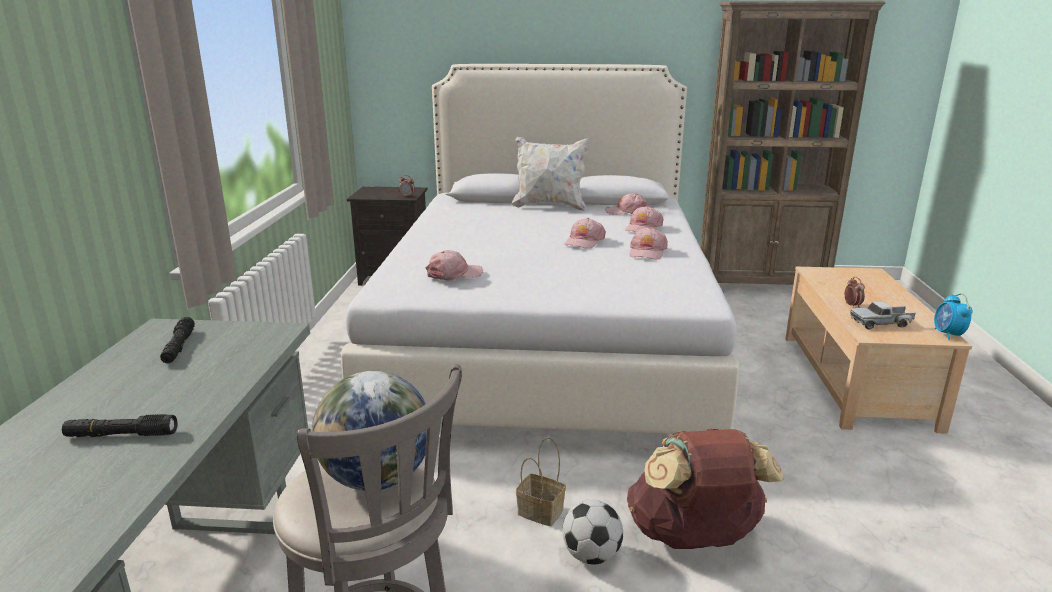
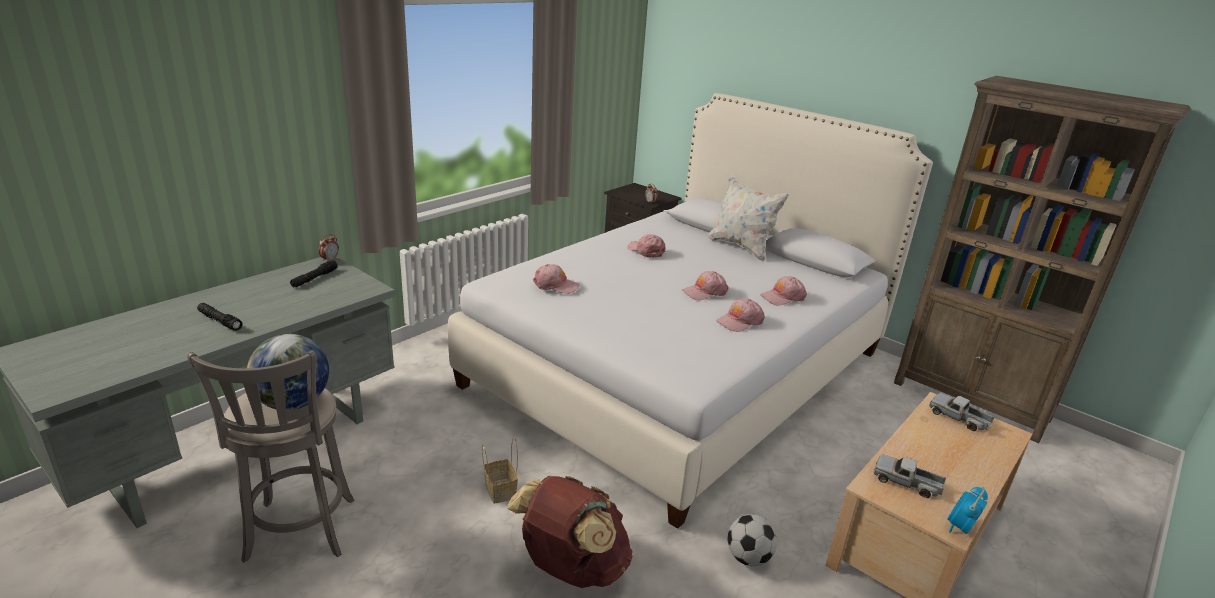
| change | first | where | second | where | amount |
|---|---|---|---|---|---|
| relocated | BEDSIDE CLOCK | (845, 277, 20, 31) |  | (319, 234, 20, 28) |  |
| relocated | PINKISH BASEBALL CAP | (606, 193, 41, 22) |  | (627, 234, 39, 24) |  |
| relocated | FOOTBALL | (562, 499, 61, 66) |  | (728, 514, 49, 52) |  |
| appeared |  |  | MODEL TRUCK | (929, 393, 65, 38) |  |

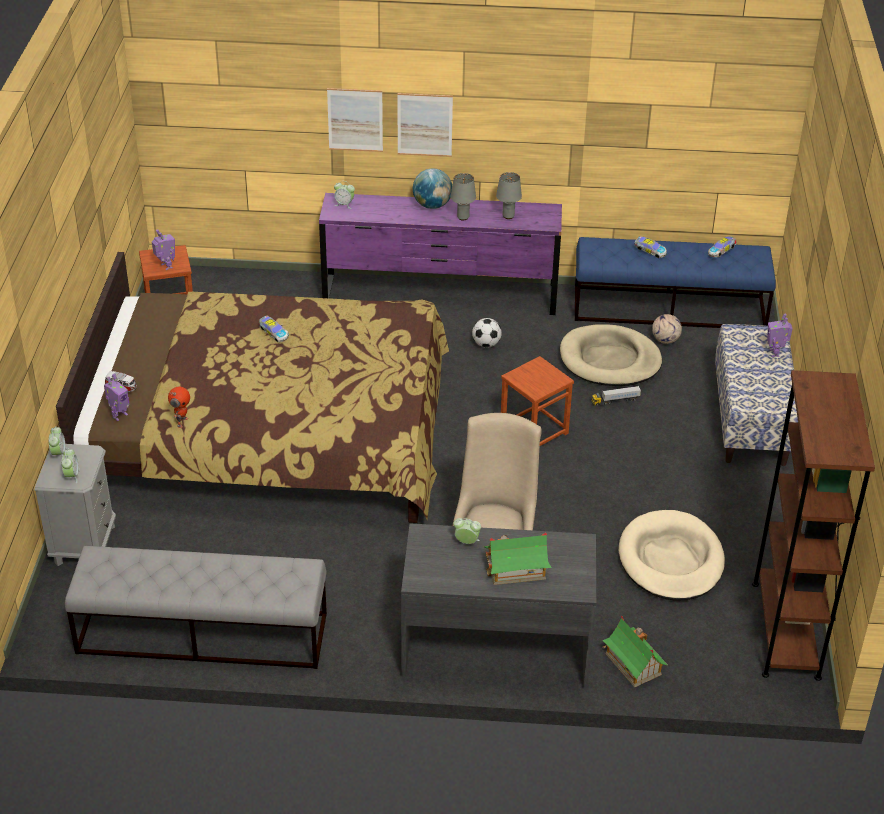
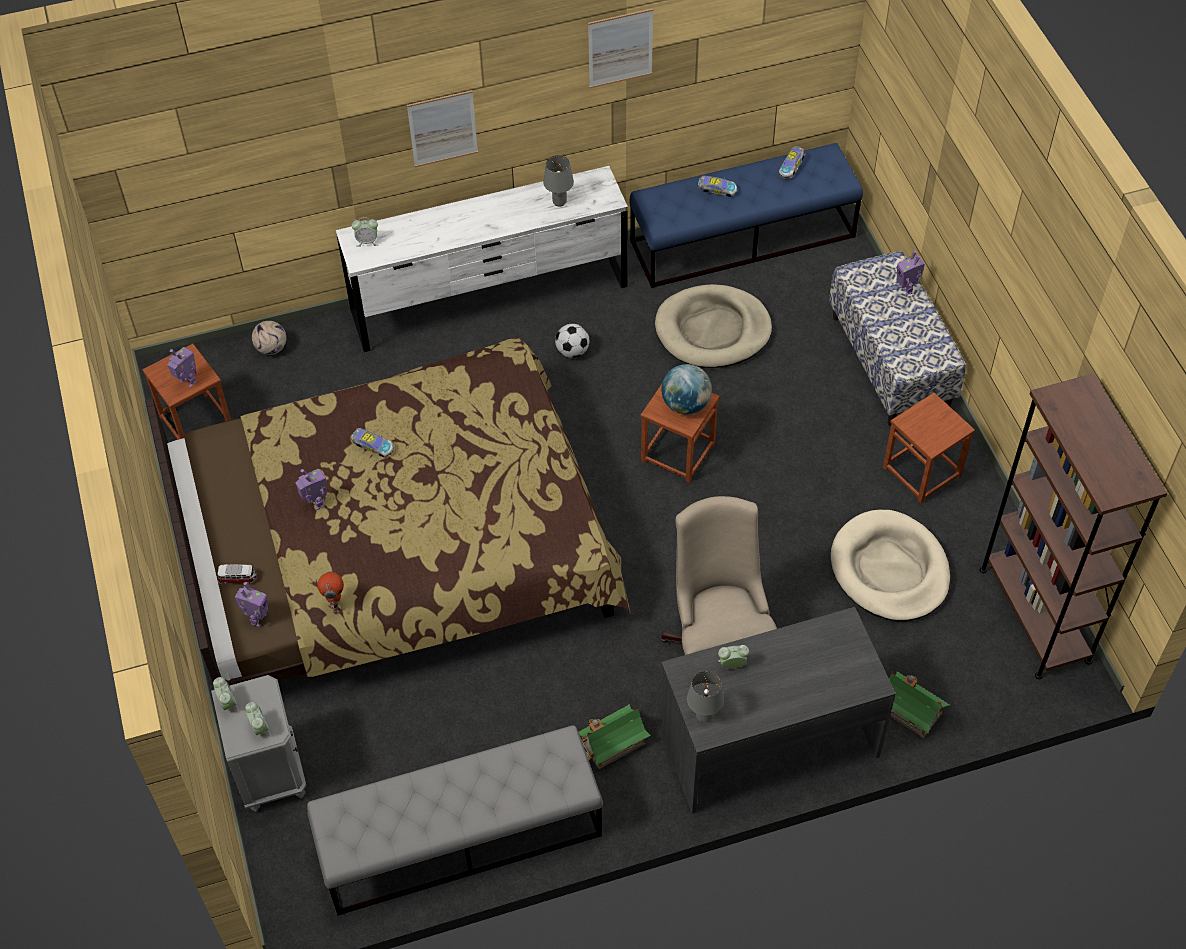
| change | first | where | second | where | amount |
|---|---|---|---|---|---|
| relocated | FOOTBALL | (652, 314, 30, 30) |  | (252, 321, 35, 34) |  |
| appeared |  |  | MODEL ROBOT | (296, 469, 31, 41) |  |
| colour | PURPLE-COLOURED CHEST OF DRAWERS | (319, 193, 243, 122) | WHITISH CHEST OF DRAWERS | (336, 166, 292, 186) |  |
| relocated | TOY HOUSE | (484, 532, 68, 53) |  | (579, 704, 72, 65) |  |
| relocated | WALL PICTURE | (327, 88, 56, 64) |  | (588, 8, 65, 80) |  |
| relocated | DESK GLOBE | (413, 169, 39, 40) |  | (661, 364, 51, 51) |  |
| relocated | GRAY TABLE LAMP | (451, 173, 25, 47) |  | (687, 671, 37, 52) |  |
| appeared |  |  | BROWN-COLOURED SITTING STOOL | (883, 393, 92, 111) |  |
| missing | MODEL TRUCK | (592, 386, 49, 20) |  |  |  |

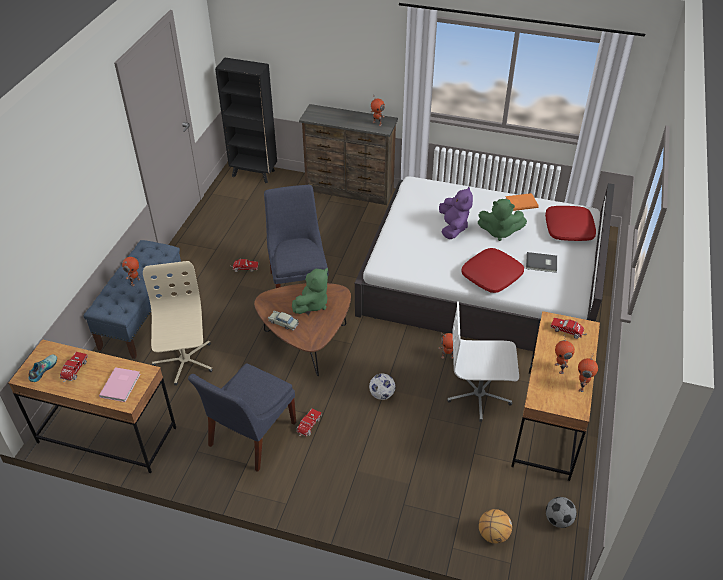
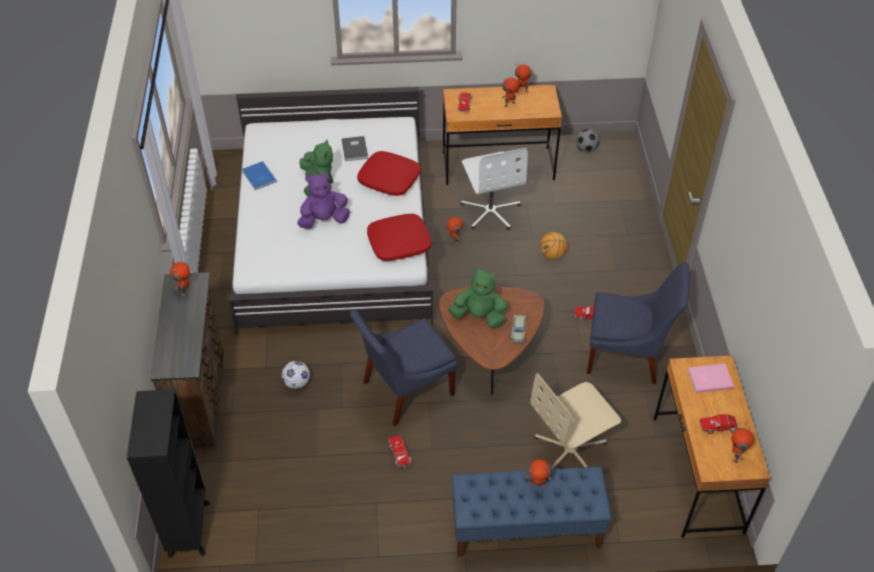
| change | first | where | second | where | amount |
|---|---|---|---|---|---|
| colour | ORANGEY BOUND BOOK | (505, 193, 34, 18) | BLUISH BOUND BOOK | (242, 161, 35, 29) |  |
| relocated | FOOTBALL | (369, 374, 26, 26) |  | (282, 361, 28, 28) |  |
| relocated | REDDISH THROW PILLOW | (545, 206, 51, 35) |  | (367, 214, 64, 47) |  |
| relocated | BALL FOR BASKETBALL | (479, 509, 33, 35) |  | (540, 232, 28, 28) |  |
| exchanged | SHOE | (28, 354, 29, 28) | MODEL ROBOT | (731, 422, 23, 41) |  |

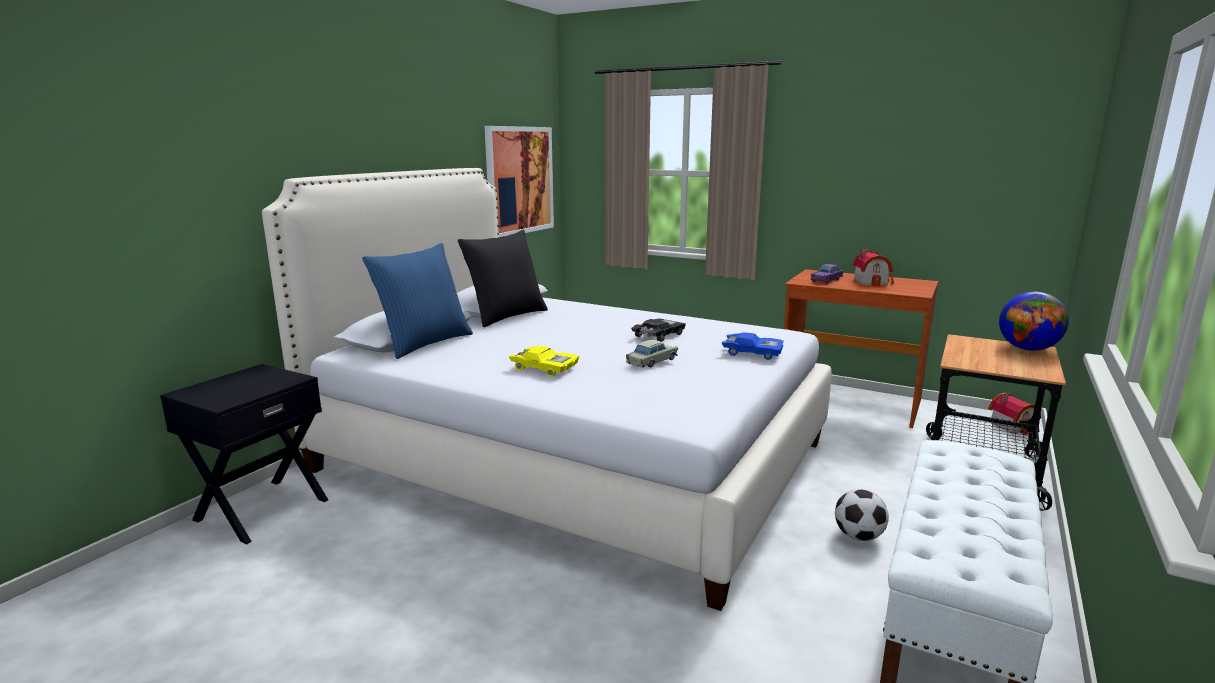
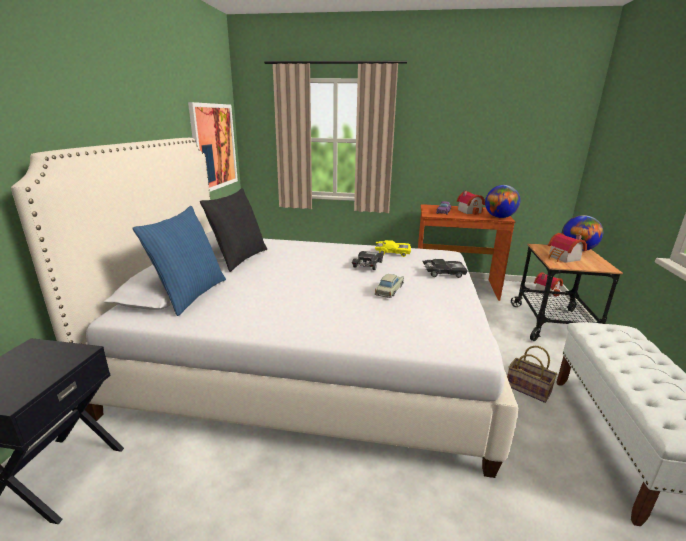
| change | first | where | second | where | amount |
|---|---|---|---|---|---|
| relocated | YELLOW TOY CAR | (509, 346, 70, 31) |  | (375, 240, 36, 17) |  |
| colour | BLUISH TOY CAR | (722, 332, 62, 28) | BLACKISH TOY CAR | (422, 259, 46, 19) |  |
| appeared |  |  | DESK GLOBE | (485, 185, 35, 33) |  |
| exchanged | FOOTBALL | (835, 489, 54, 52) | HOUSEHOLD BASKET | (507, 346, 50, 57) |  |
| appeared |  |  | TOY HOUSE | (548, 233, 39, 30) |  |

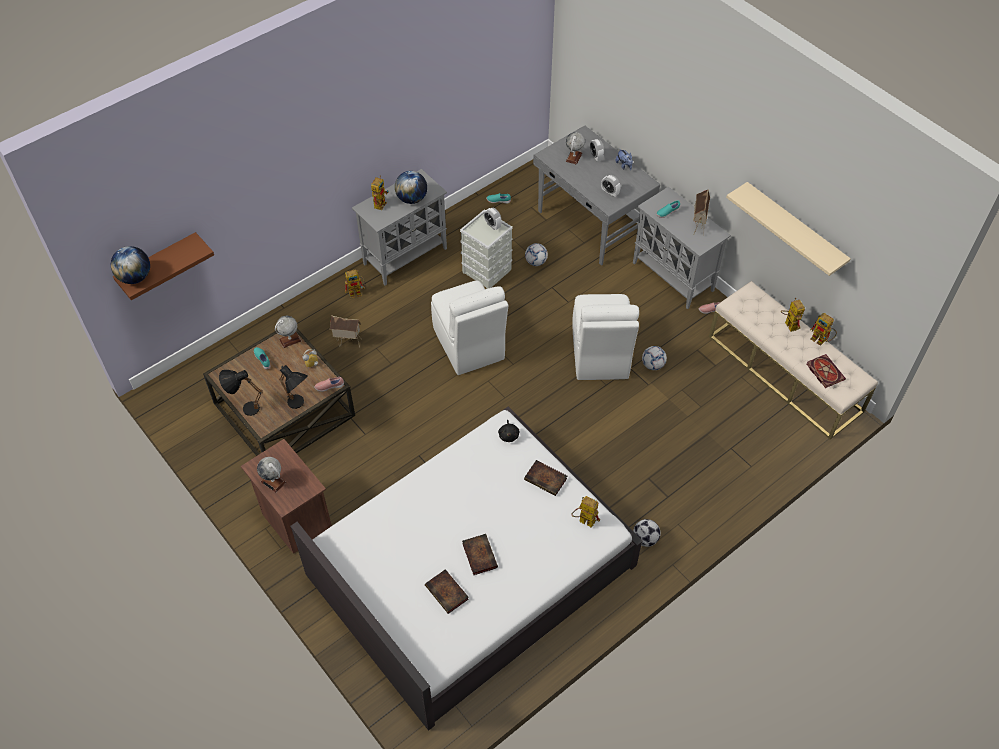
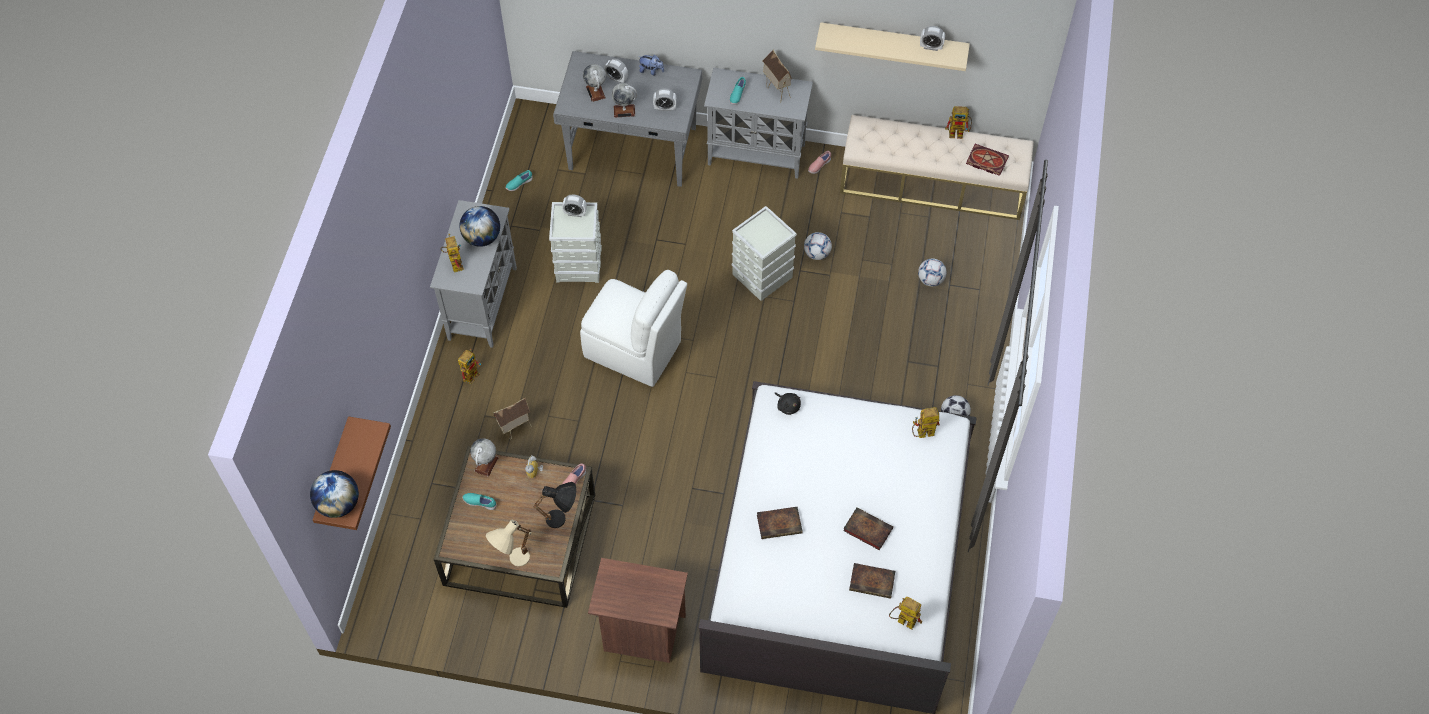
| change | first | where | second | where | amount |
|---|---|---|---|---|---|
| colour | BLACKISH TABLE LAMP | (219, 370, 44, 46) | BEIGE-COLOURED TABLE LAMP | (486, 520, 45, 47) |  |
| relocated | DESK GLOBE | (257, 457, 29, 36) |  | (612, 83, 25, 35) |  |
| exchanged | WHITISH UPRIGHT CHAIR | (572, 294, 67, 86) | GRAY STORAGE CONTAINER | (732, 206, 65, 95) |  |
| relocated | BOUND BOOK | (524, 460, 43, 36) |  | (757, 507, 46, 32) |  |
| relocated | MODEL ROBOT | (781, 298, 24, 34) |  | (889, 597, 33, 33) |  |
| relocated | FOOTBALL | (525, 243, 23, 23) |  | (918, 258, 28, 29) |  |
| appeared |  |  | BEDSIDE CLOCK | (920, 26, 25, 25) |  |

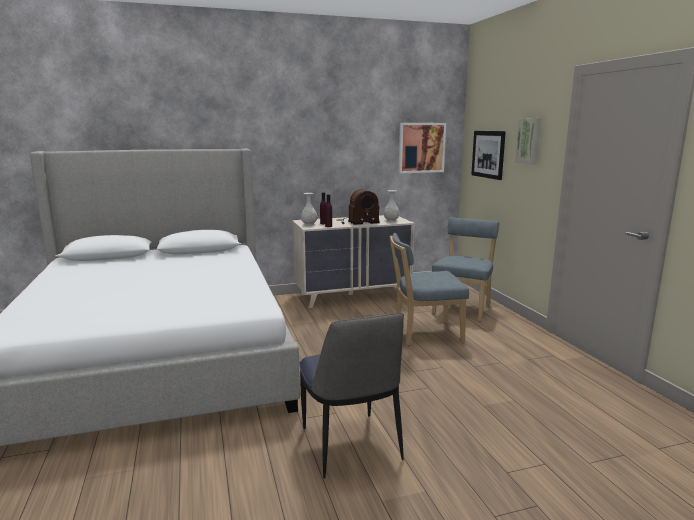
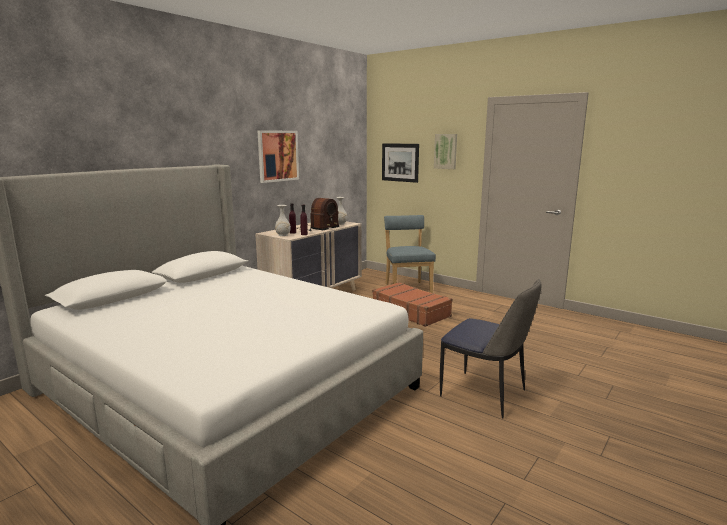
| change | first | where | second | where | amount |
|---|---|---|---|---|---|
| relocated | WALL PICTURE | (399, 123, 47, 50) |  | (257, 130, 42, 53) |  |
| exchanged | BLUISH UPRIGHT CHAIR | (390, 233, 79, 113) | BROWN-COLOURED SUITCASE | (372, 282, 81, 45) |  |

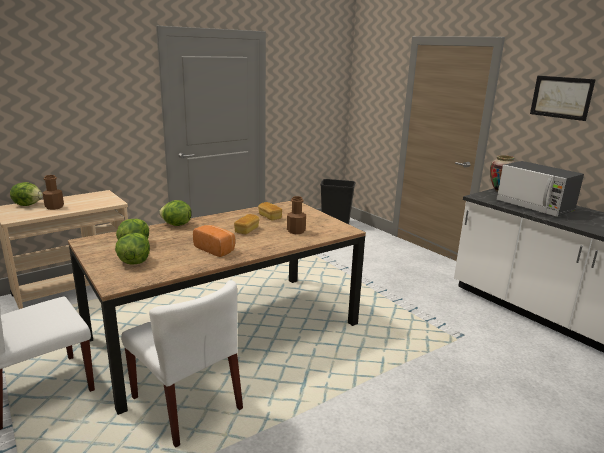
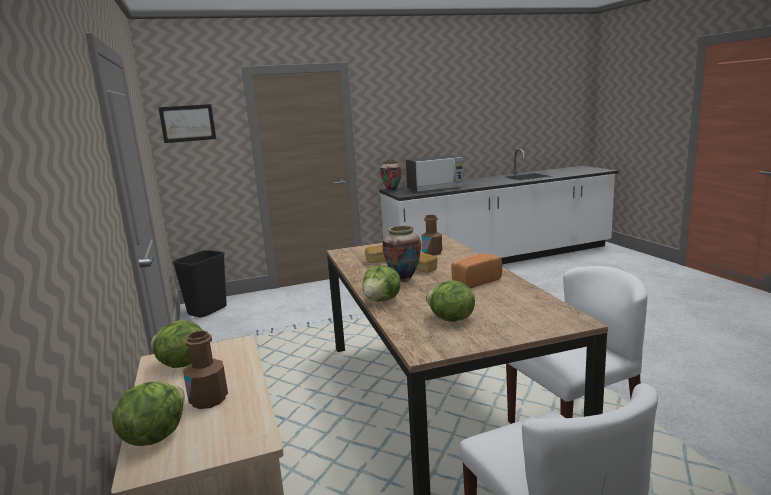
| change | first | where | second | where | amount |
|---|---|---|---|---|---|
| relocated | HEAD OF LETTUCE | (115, 233, 35, 32) |  | (151, 321, 52, 47) |  |
| relocated | WALL PICTURE | (530, 76, 66, 45) |  | (158, 104, 58, 39) |  |
| appeared |  |  | FLOWER VASE | (382, 226, 39, 56) |  |

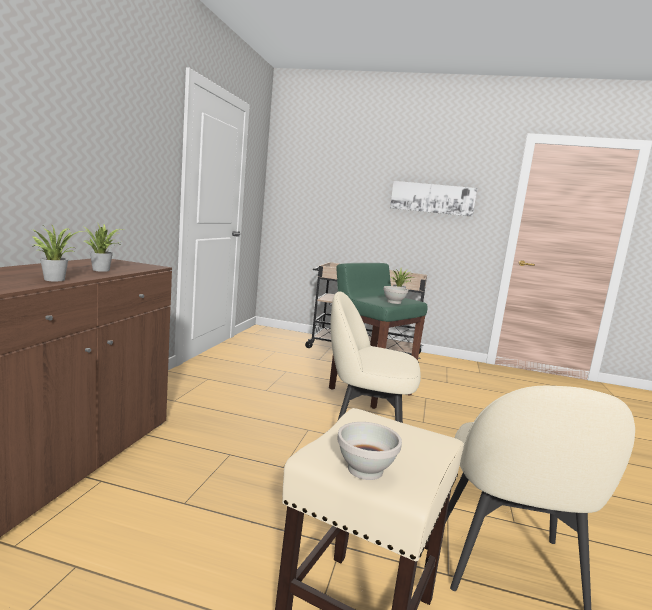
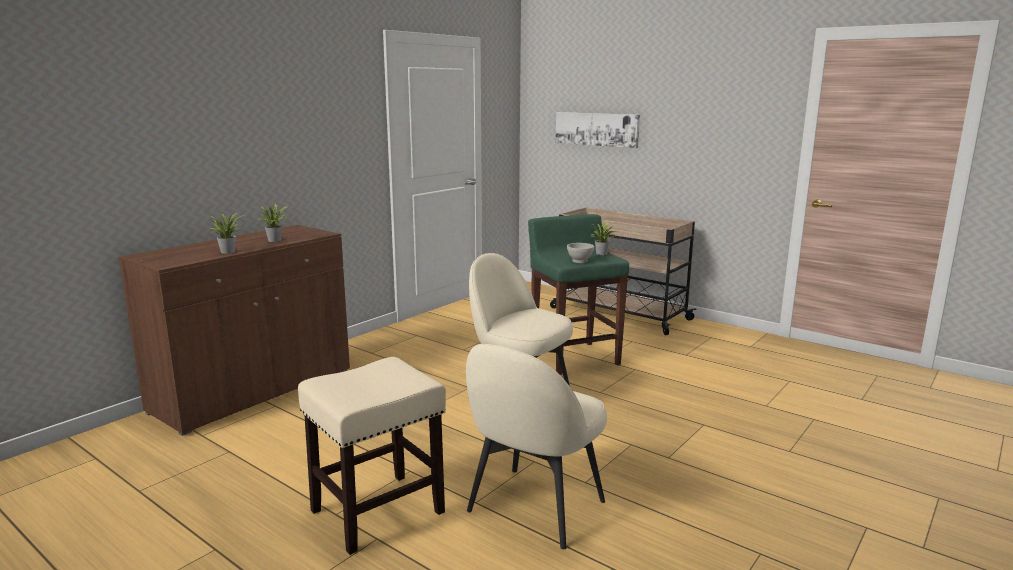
| change | first | where | second | where | amount |
|---|---|---|---|---|---|
| relocated | WALL PICTURE | (390, 181, 87, 36) |  | (556, 112, 84, 36) |  |
| missing | WHITISH SERVING BOWL | (337, 422, 65, 58) |  |  |  |

